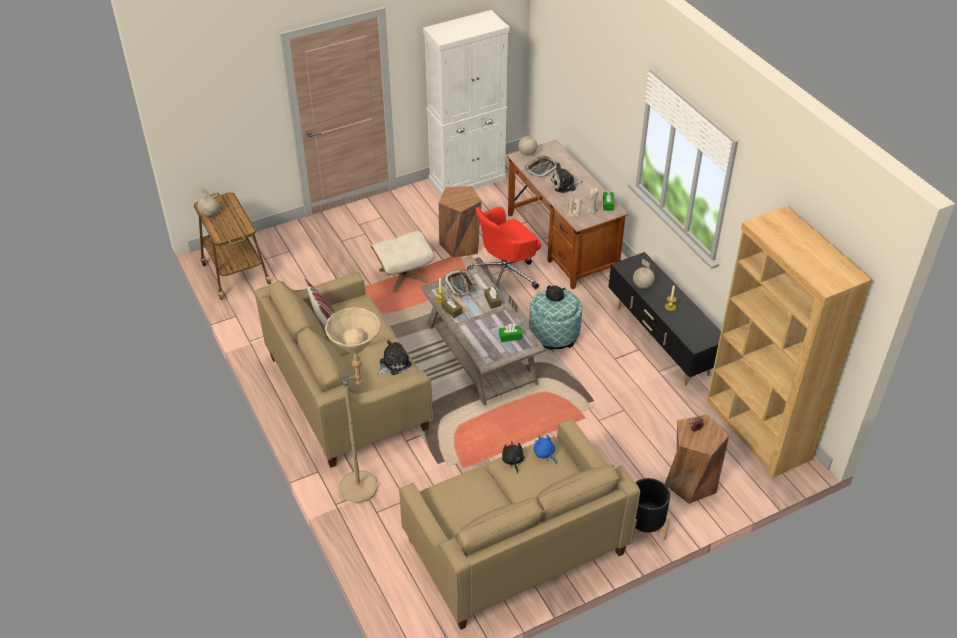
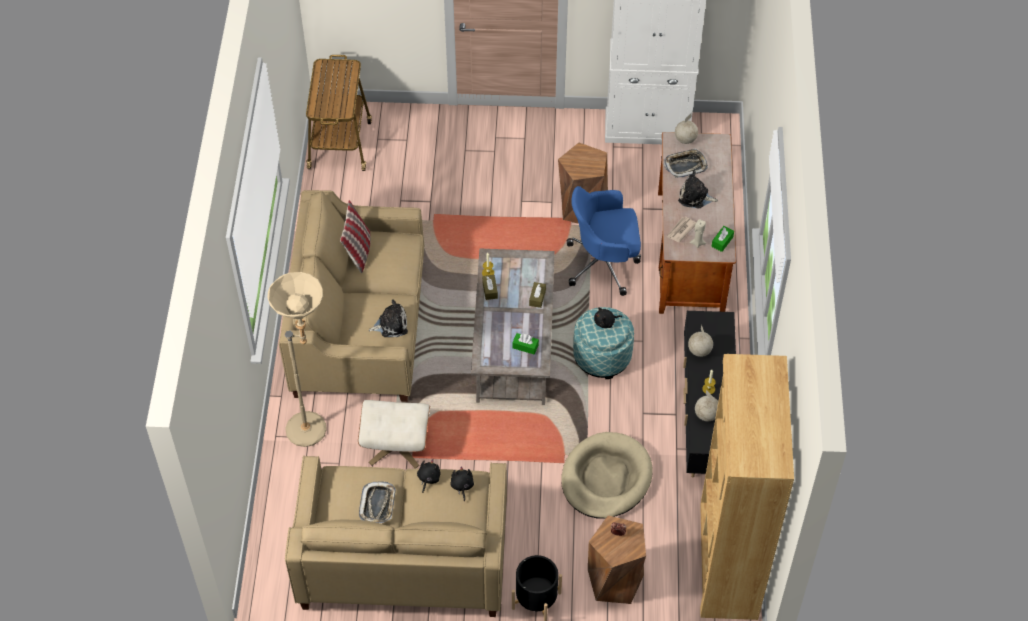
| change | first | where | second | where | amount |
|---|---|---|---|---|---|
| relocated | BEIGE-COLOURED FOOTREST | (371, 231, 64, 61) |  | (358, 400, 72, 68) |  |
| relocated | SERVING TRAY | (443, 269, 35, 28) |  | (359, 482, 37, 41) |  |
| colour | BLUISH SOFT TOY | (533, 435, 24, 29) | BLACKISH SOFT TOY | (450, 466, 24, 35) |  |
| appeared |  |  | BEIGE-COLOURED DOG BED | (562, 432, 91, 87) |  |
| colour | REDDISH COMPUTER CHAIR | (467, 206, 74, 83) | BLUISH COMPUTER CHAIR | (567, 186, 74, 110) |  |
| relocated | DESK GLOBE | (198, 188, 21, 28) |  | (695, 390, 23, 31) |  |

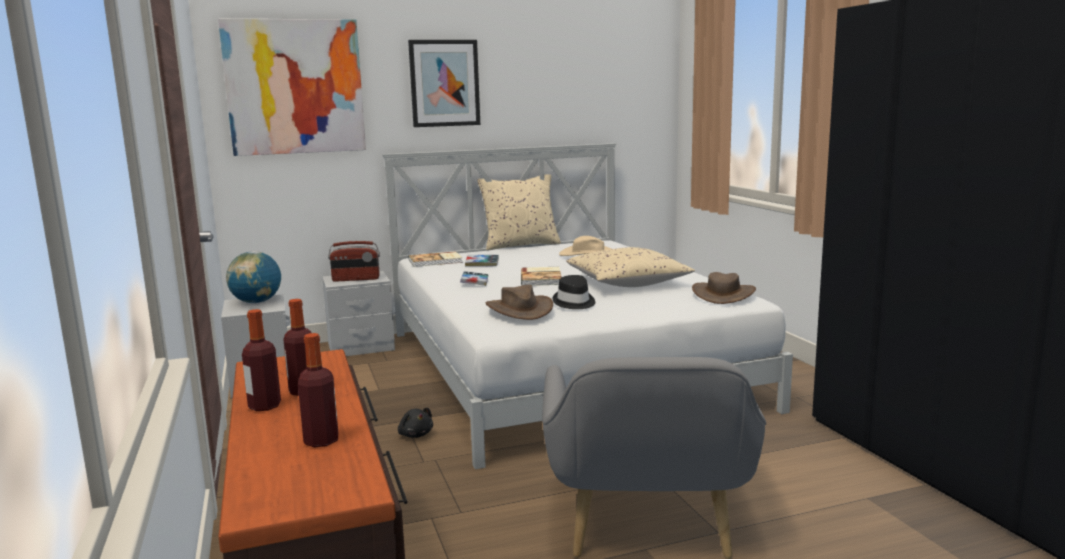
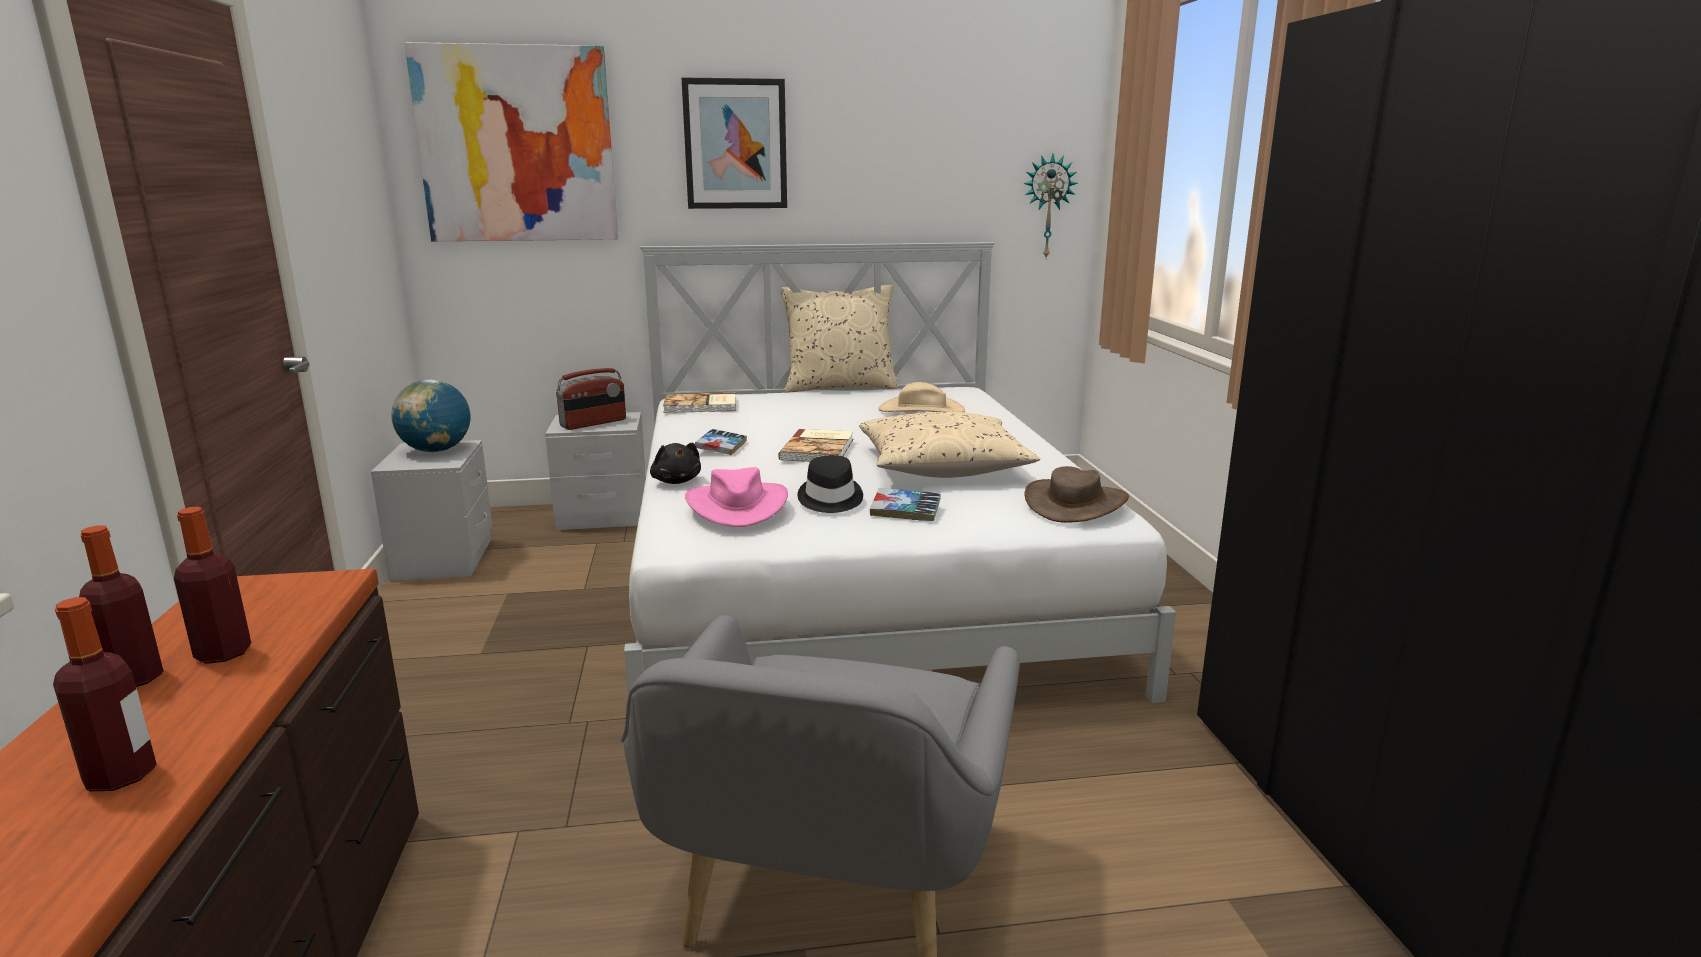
| change | first | where | second | where | amount |
|---|---|---|---|---|---|
| spun | RADIO | (328, 241, 52, 41) |  | (556, 368, 70, 62) | 45 degrees counterclockwise |
| relocated | BLACKISH SOFT TOY | (398, 408, 35, 30) |  | (650, 443, 51, 41) |  |
| colour | BROWN-COLOURED HAT | (485, 285, 68, 35) | PINKISH HAT | (685, 467, 103, 60) |  |
| relocated | BOUND BOOK | (465, 255, 34, 11) |  | (870, 488, 71, 33) |  |
| appeared |  |  | CLOCK ON THE WALL | (1023, 154, 55, 104) |  |

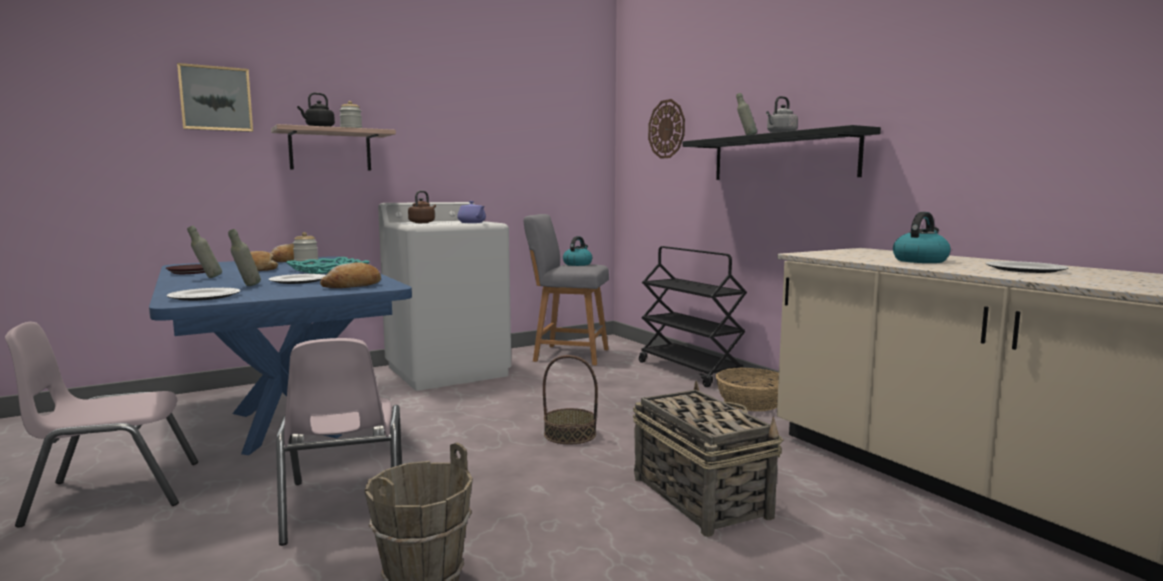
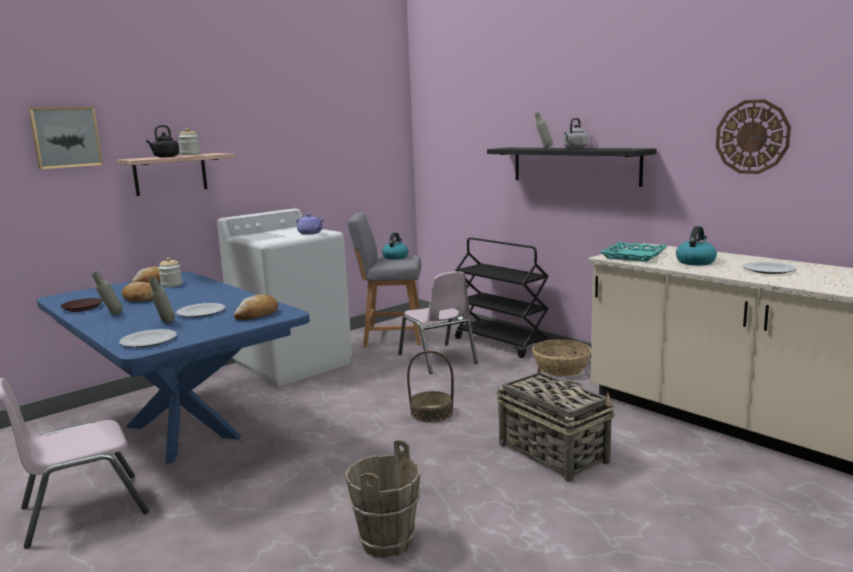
| change | first | where | second | where | amount |
|---|---|---|---|---|---|
| relocated | PINKISH UPRIGHT CHAIR | (276, 338, 126, 208) |  | (398, 271, 80, 103) |  |
| relocated | BLUE-GREEN SERVING TRAY | (286, 257, 84, 17) |  | (601, 242, 66, 20) |  |
| relocated | CLOCK ON THE WALL | (648, 99, 37, 60) |  | (716, 99, 75, 75) |  |
| missing | BROWN-COLOURED KETTLE | (408, 191, 28, 32) |  |  |  |

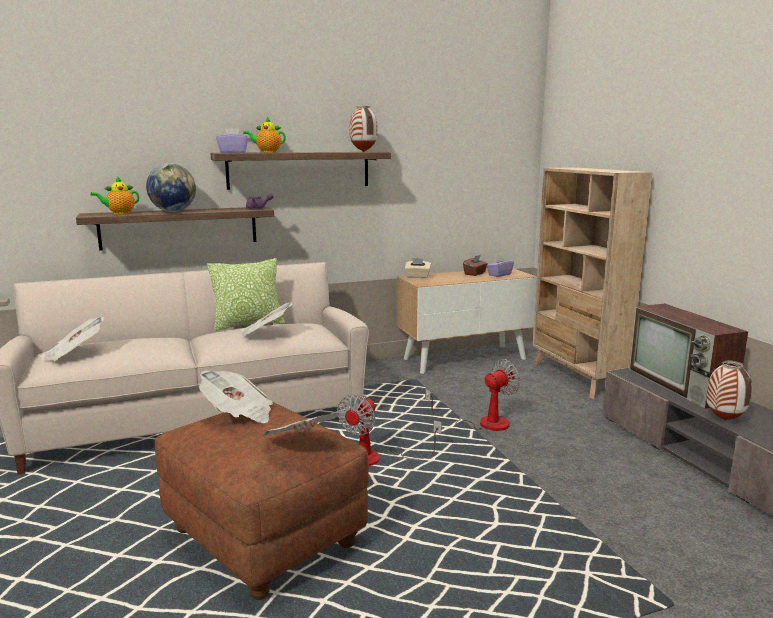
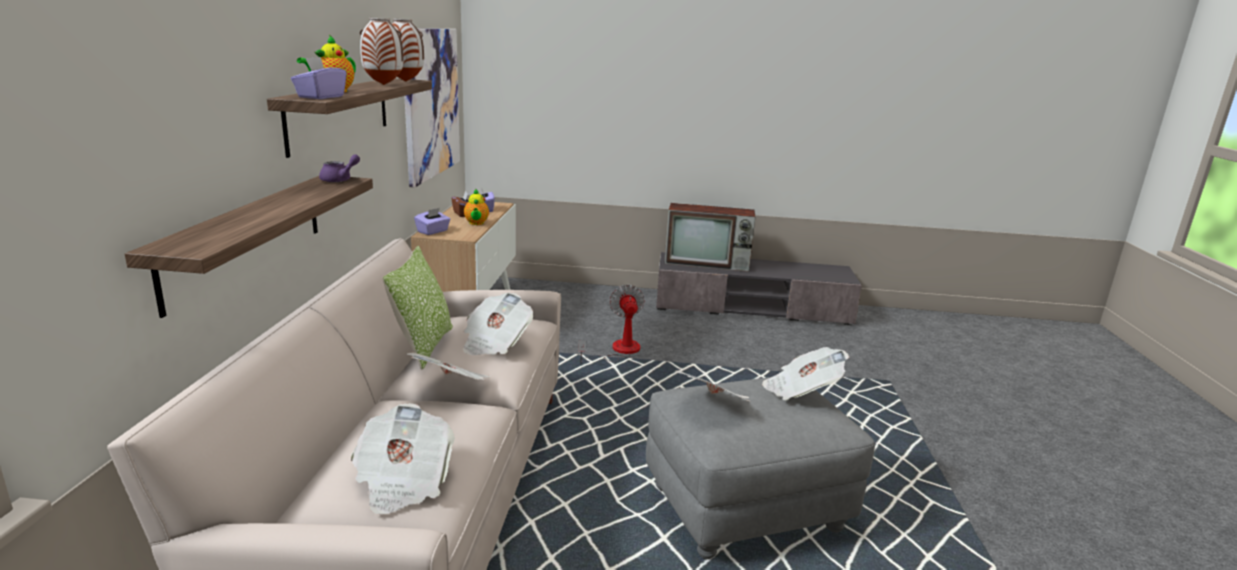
| change | first | where | second | where | amount |
|---|---|---|---|---|---|
| relocated | FLOWER VASE | (706, 360, 46, 60) |  | (360, 18, 43, 67) |  |
| appeared |  |  | WALL PICTURE | (404, 29, 56, 159) |  |
| appeared |  |  | NEWSPAPER | (406, 353, 86, 27) |  |
| colour | BEIGE-COLOURED BOX OF TISSUES | (405, 258, 26, 20) | PURPLE-COLOURED BOX OF TISSUES | (414, 208, 37, 27) |  |
| relocated | TEAPOT | (90, 176, 49, 38) |  | (464, 189, 25, 36) |  |
| colour | BROWN-COLOURED FOOTREST | (155, 402, 214, 198) | GRAY FOOTREST | (646, 377, 229, 182) |  |
| missing | DESK GLOBE | (146, 163, 50, 49) |  |  |  |
| missing | COOLING FAN | (337, 395, 105, 71) |  |  |  |
| missing | BEIGE-COLOURED BOOKCASE | (532, 167, 121, 232) |  |  |  |

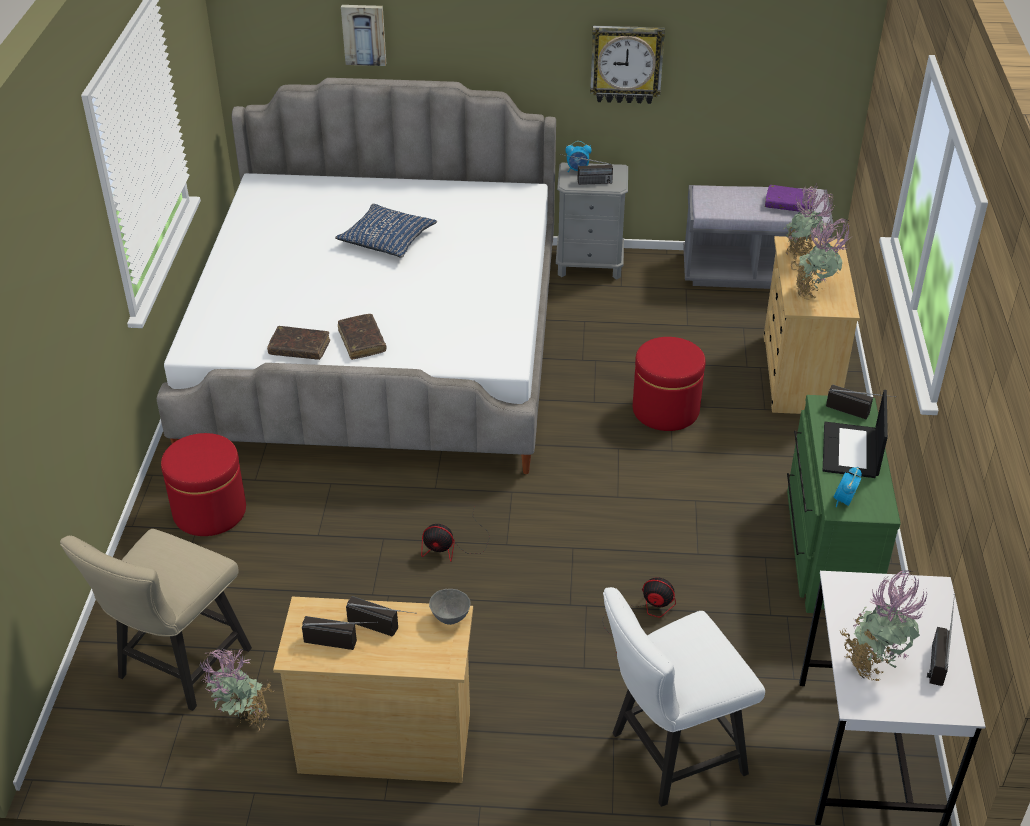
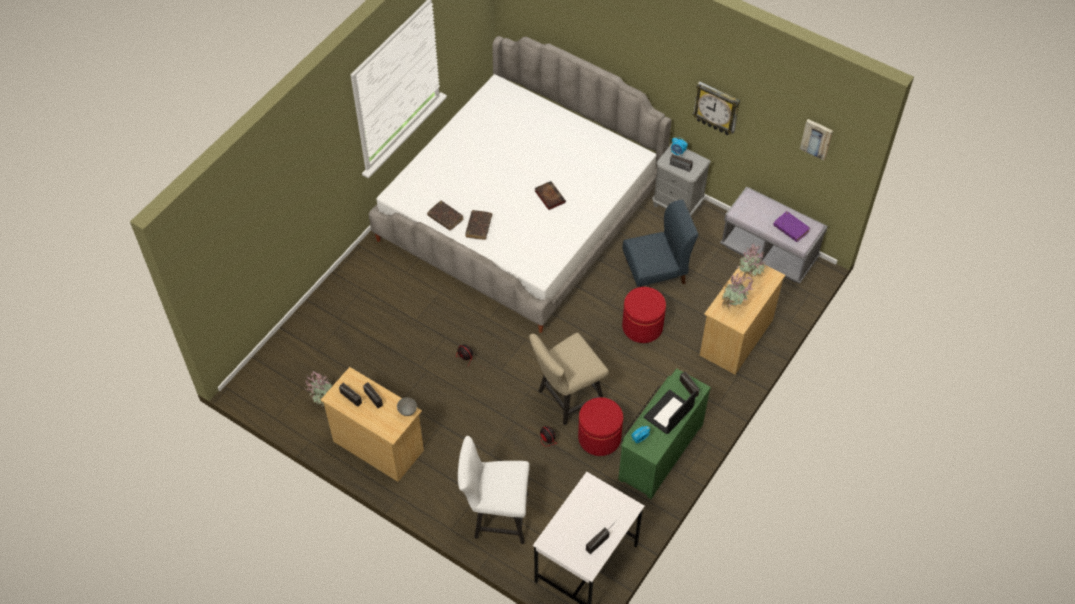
| change | first | where | second | where | amount |
|---|---|---|---|---|---|
| relocated | BEIGE-COLOURED UPRIGHT CHAIR | (60, 529, 192, 182) |  | (529, 333, 80, 92) |  |
| appeared |  |  | BOUND BOOK | (535, 181, 31, 29) |  |
| relocated | REDDISH FOOTREST | (161, 433, 85, 103) |  | (578, 397, 45, 59) |  |
| appeared |  |  | BLUISH UPRIGHT CHAIR | (622, 200, 76, 87) |  |
| relocated | WALL PICTURE | (341, 5, 45, 61) |  | (800, 119, 33, 41) |  |
| missing | BLUISH THROW PILLOW | (335, 204, 102, 54) |  |  |  |
| missing | PLANT IN A POT | (840, 570, 87, 111) |  |  |  |

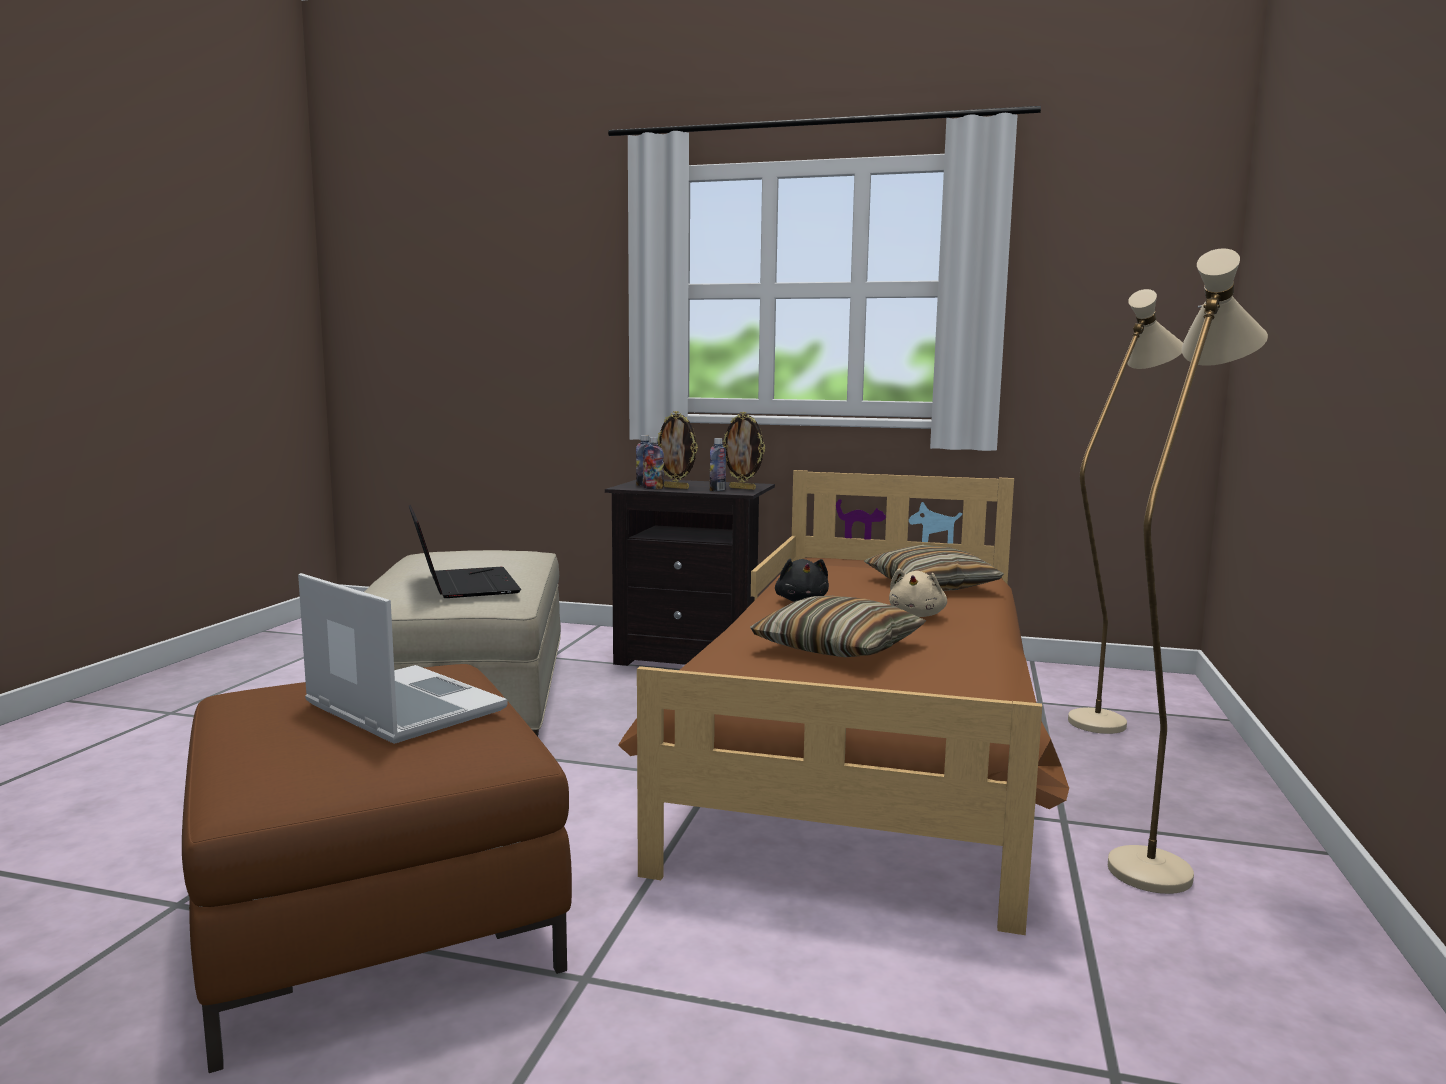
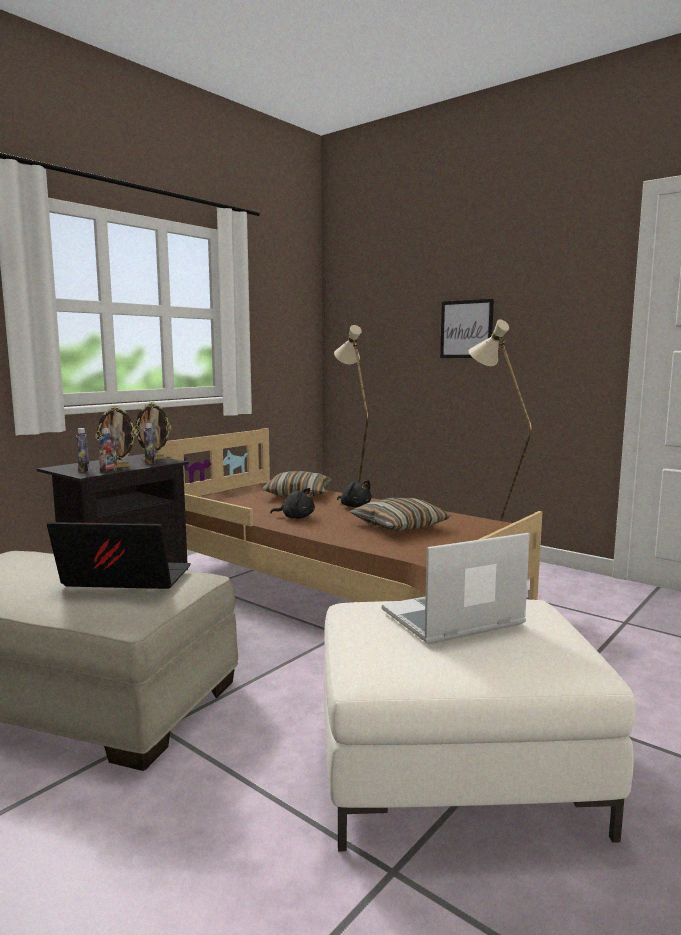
| change | first | where | second | where | amount |
|---|---|---|---|---|---|
| colour | BROWN-COLOURED FOOTREST | (182, 664, 390, 409) | WHITISH FOOTREST | (324, 600, 312, 252) |  |
| colour | BEIGE-COLOURED SOFT TOY | (889, 569, 58, 48) | BLACKISH SOFT TOY | (337, 480, 35, 27) |  |
| appeared |  |  | WALL PICTURE | (440, 299, 54, 59) |  |

